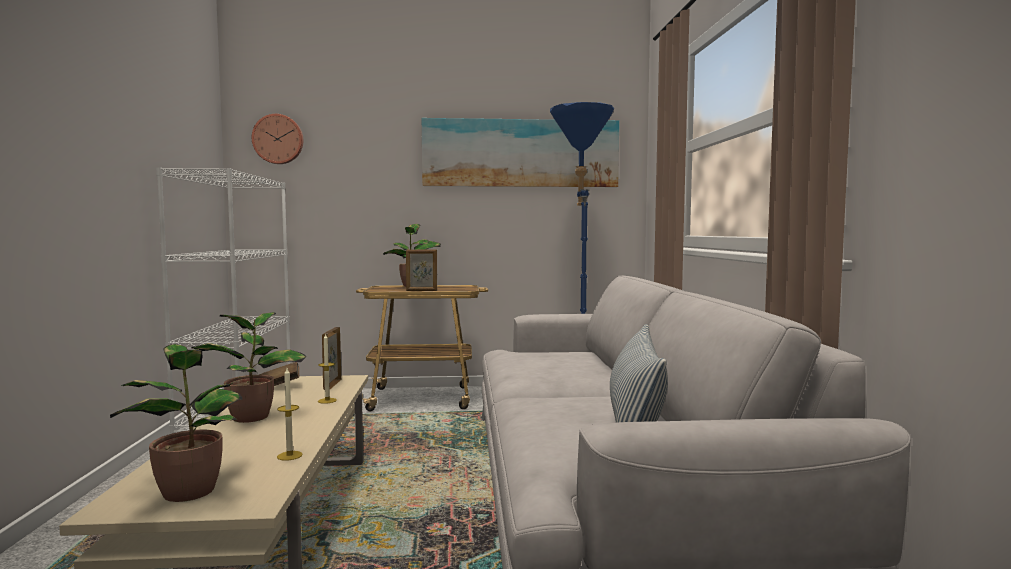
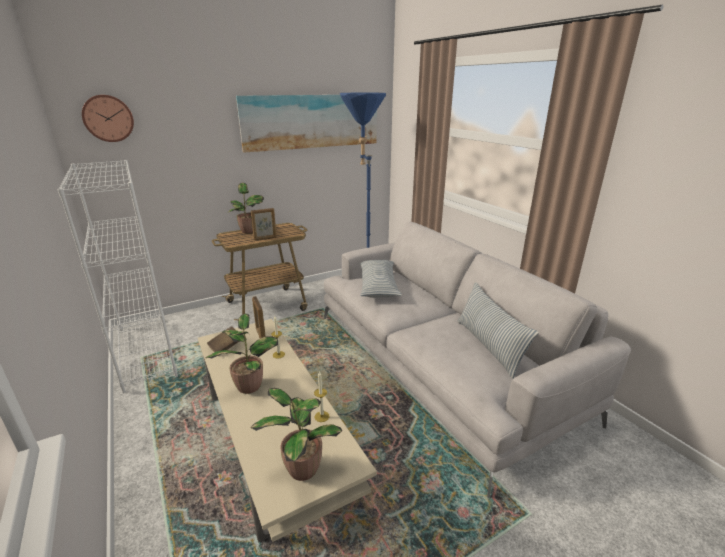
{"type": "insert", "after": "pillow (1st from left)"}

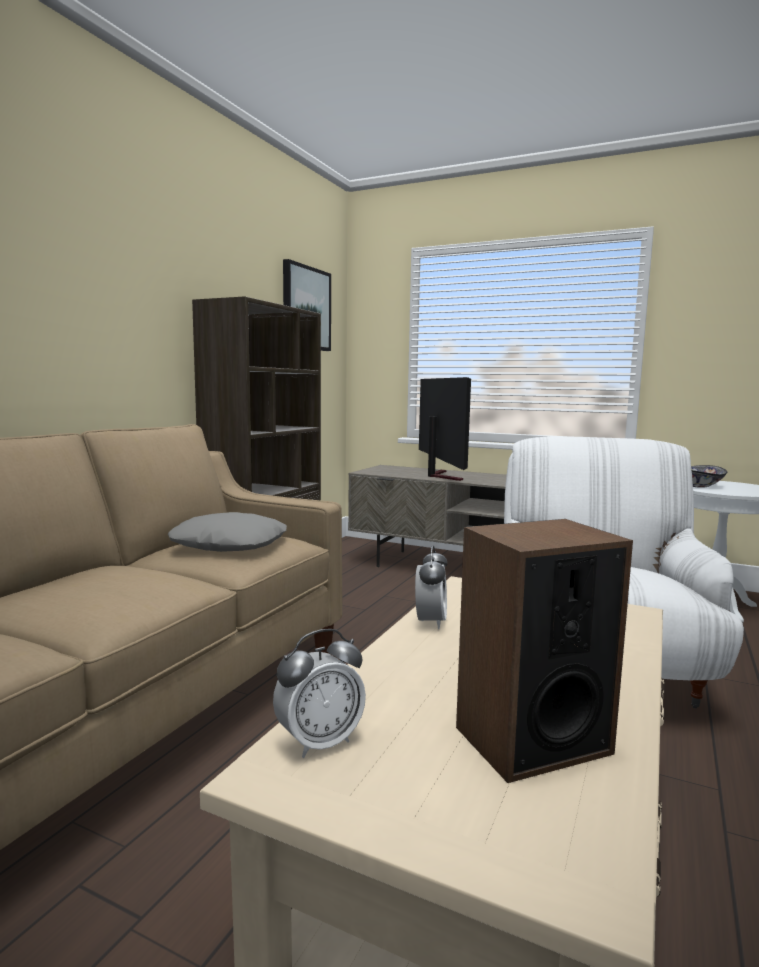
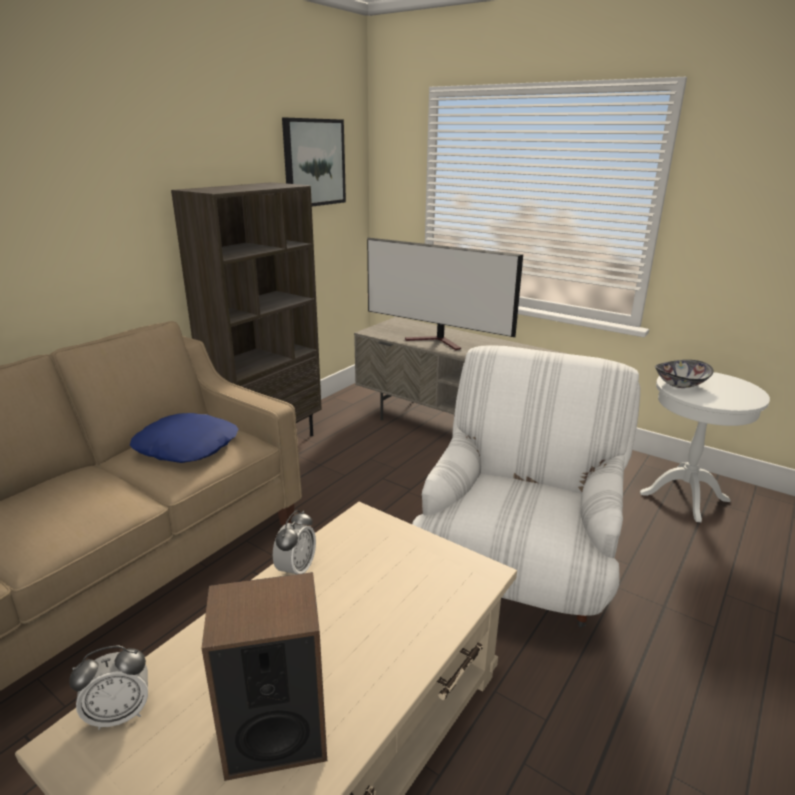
{"type": "rotate", "before": "television", "turn": 120}
{"type": "recolor", "before": "pillow (grey)", "after": "pillow (blue)"}

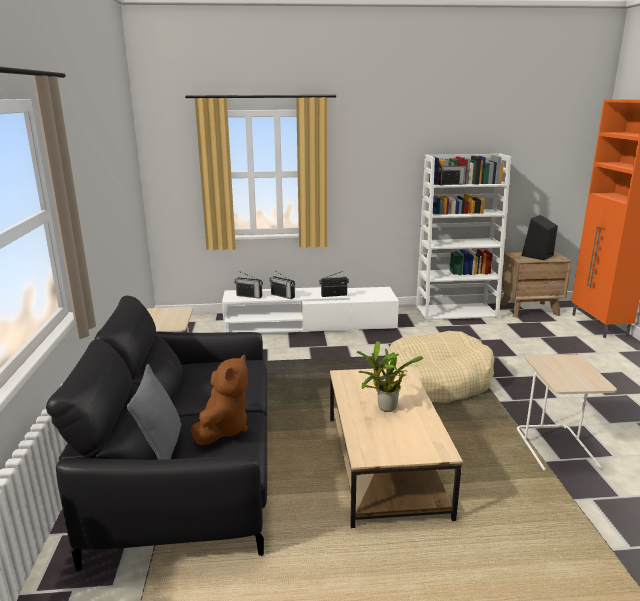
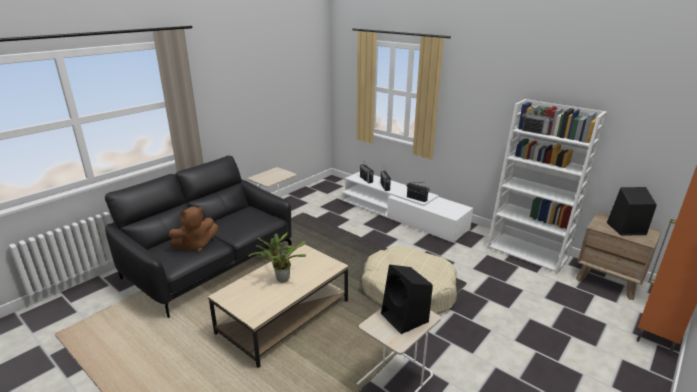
{"type": "delete", "before": "pillow (grey)"}
{"type": "insert", "after": "speaker (black) (1st from left)"}

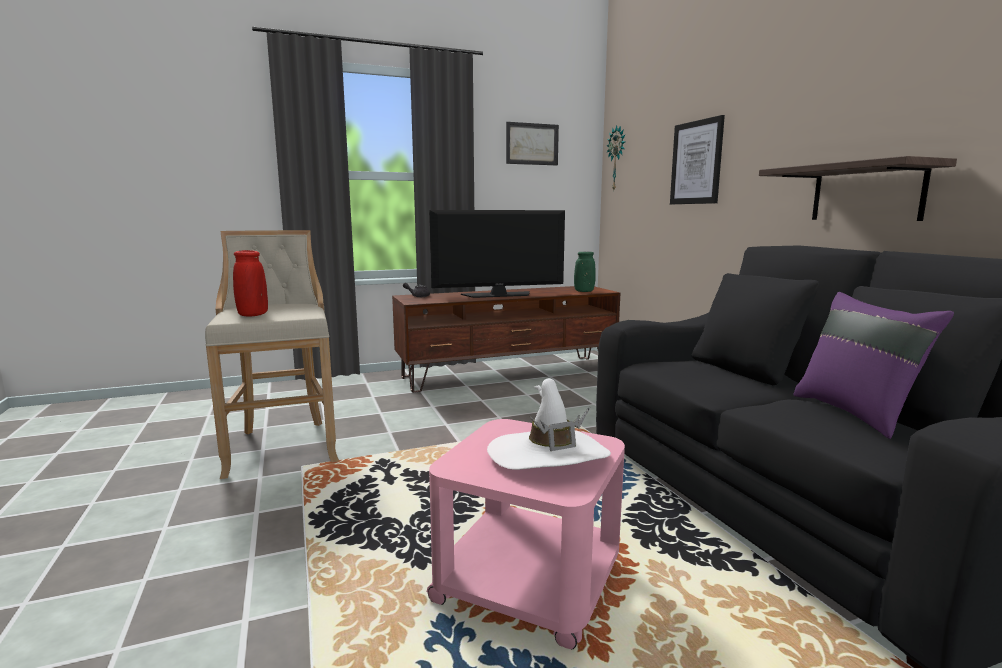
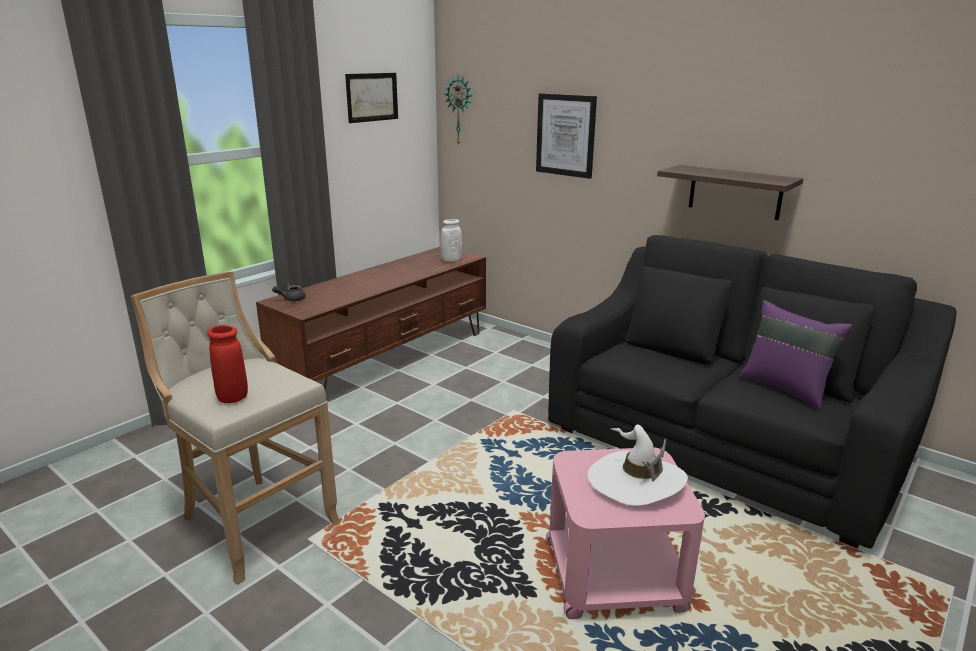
{"type": "delete", "before": "television"}
{"type": "recolor", "before": "vase (green)", "after": "vase (white)"}

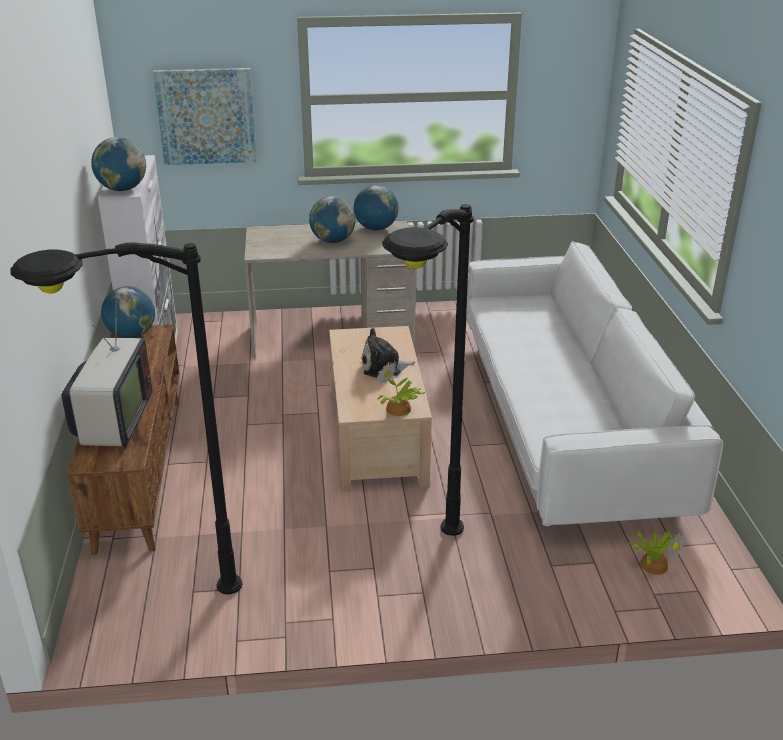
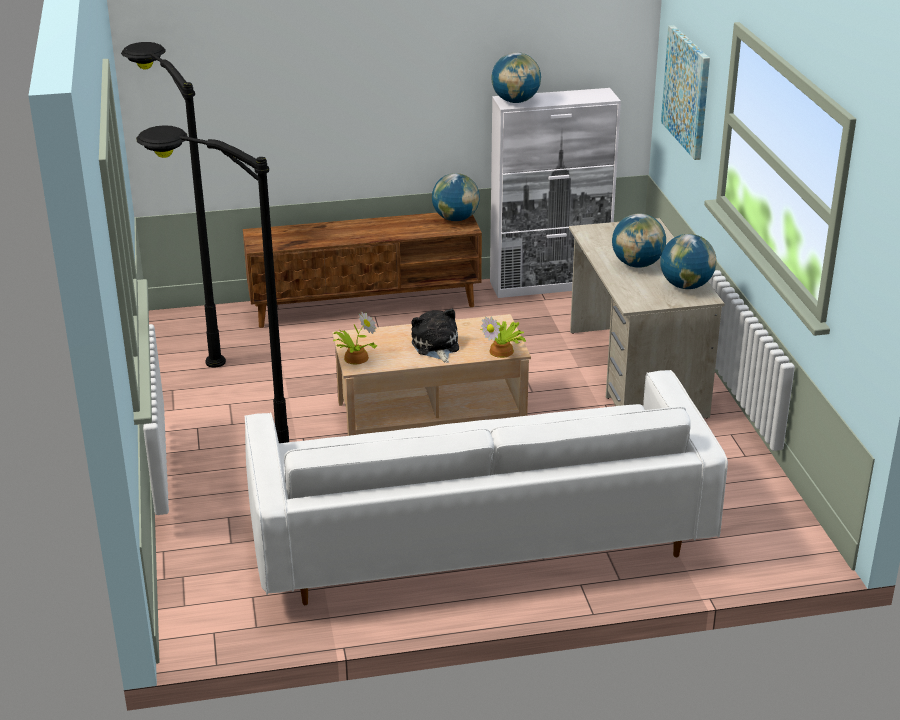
{"type": "delete", "before": "television"}
{"type": "move", "before": "potted plant (2nd from left)"}

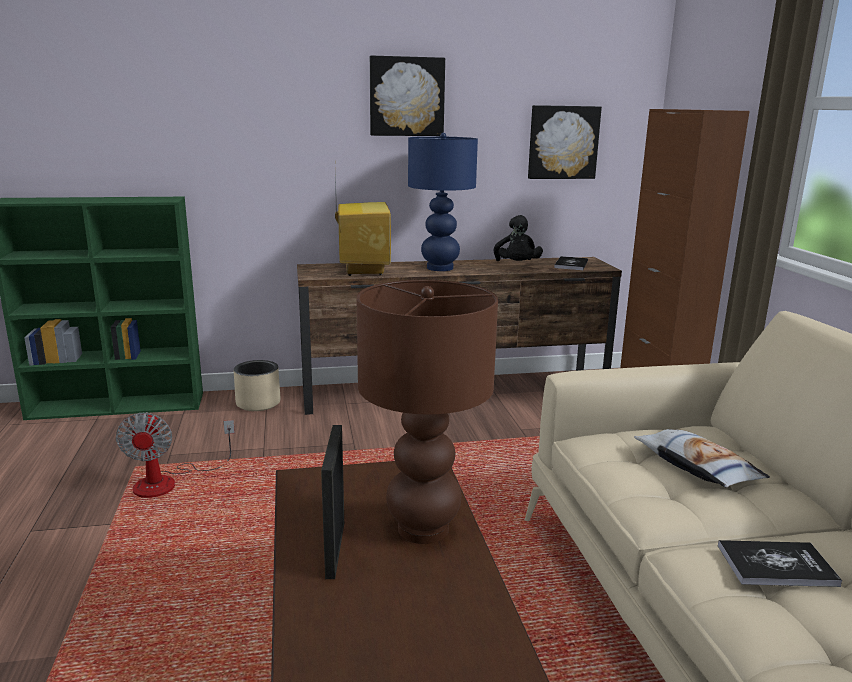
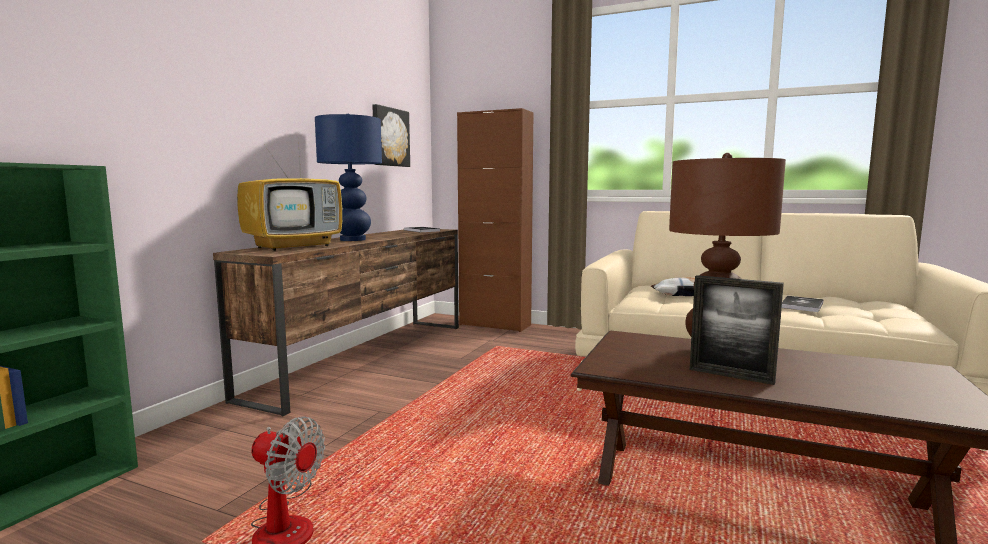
{"type": "delete", "before": "picture (1st from left)"}
{"type": "rotate", "before": "television", "turn": 105}
{"type": "delete", "before": "plush toy (black)"}
{"type": "delete", "before": "planter (beige)"}

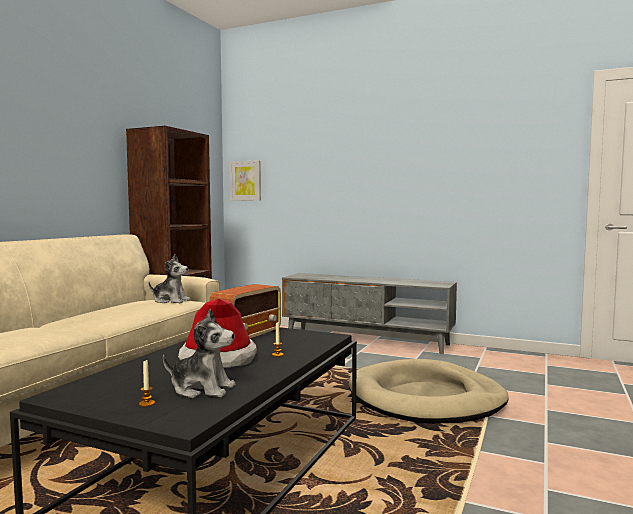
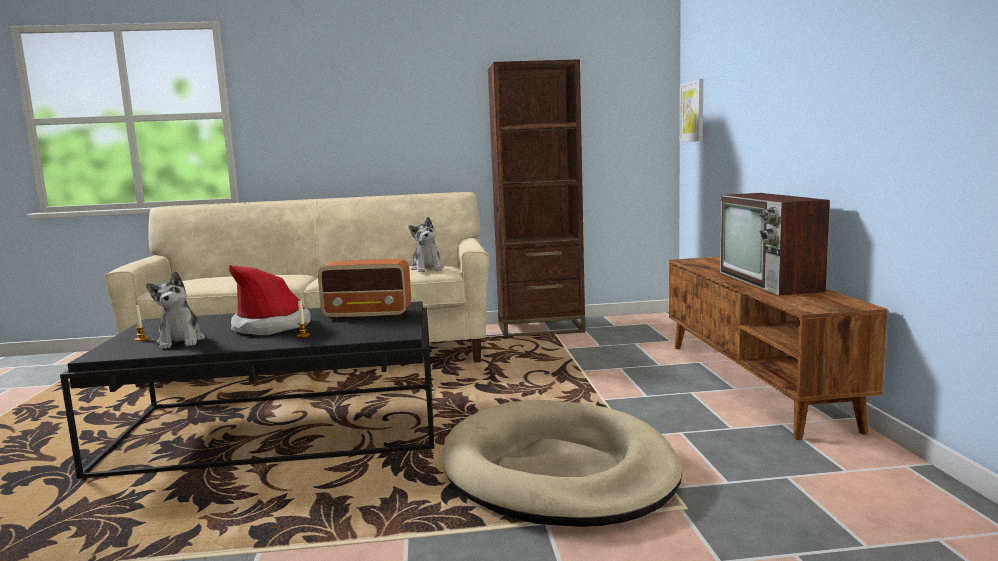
{"type": "recolor", "before": "tv stand (grey)", "after": "tv stand (brown)"}
{"type": "insert", "after": "television"}

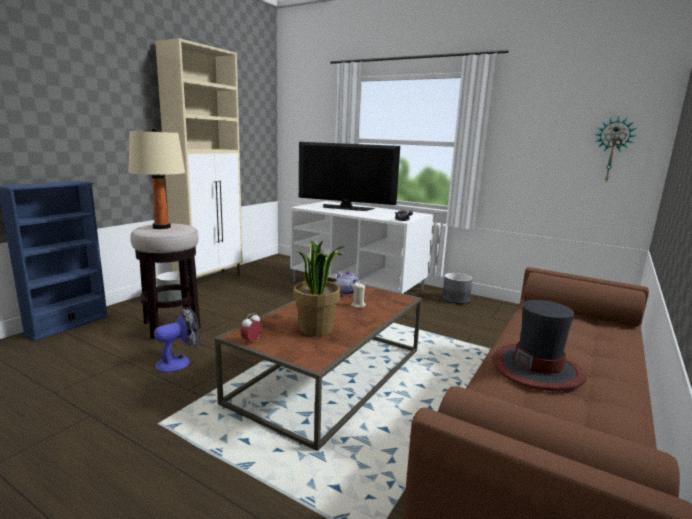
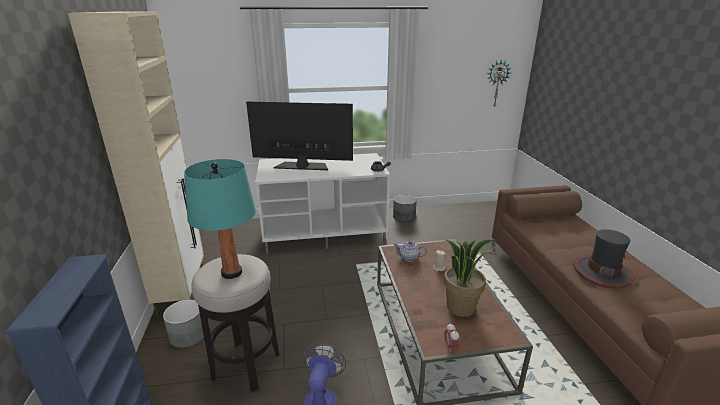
{"type": "recolor", "before": "table lamp (beige)", "after": "table lamp (turquoise)"}
{"type": "rotate", "before": "television", "turn": -150}

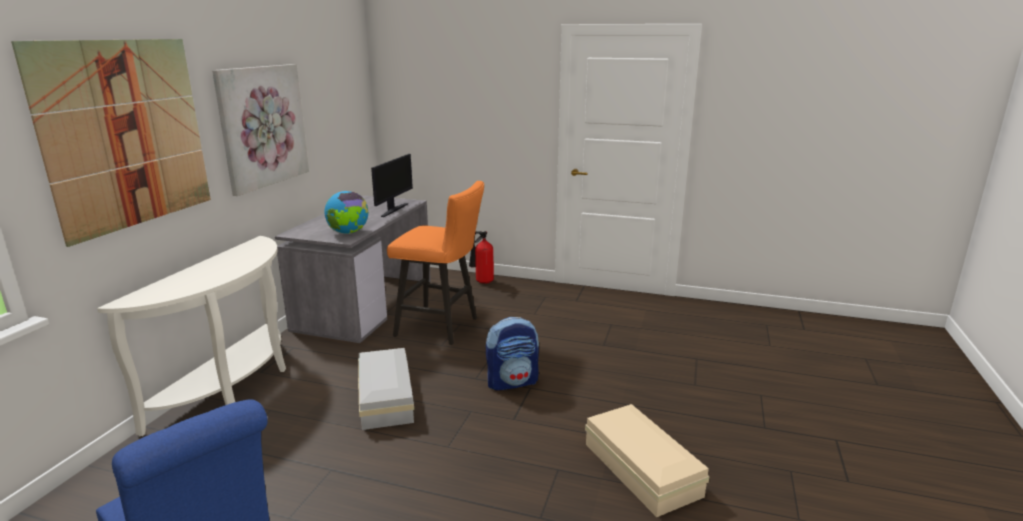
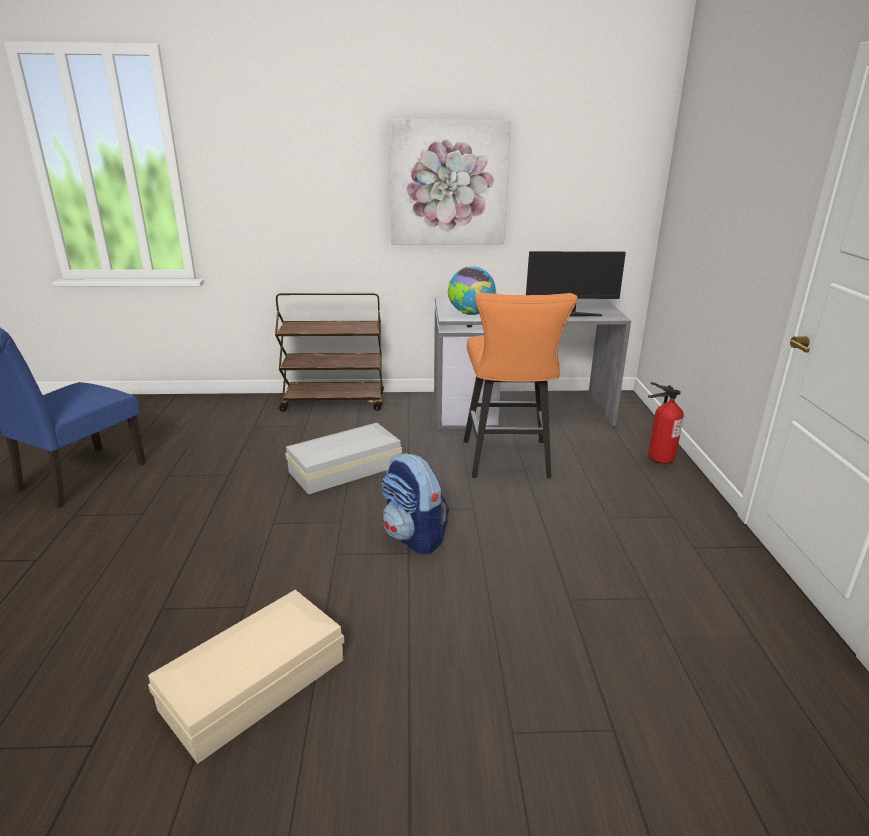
{"type": "delete", "before": "picture (1st from left)"}
{"type": "replace", "before": "console table (white)", "after": "cart (brown)"}

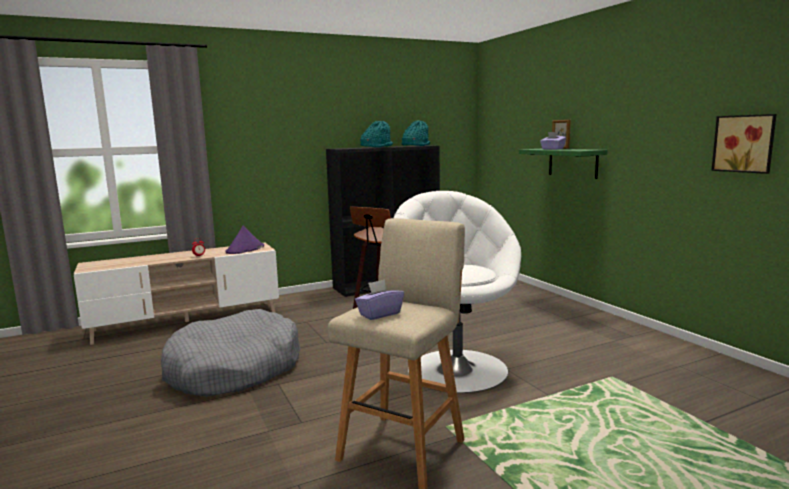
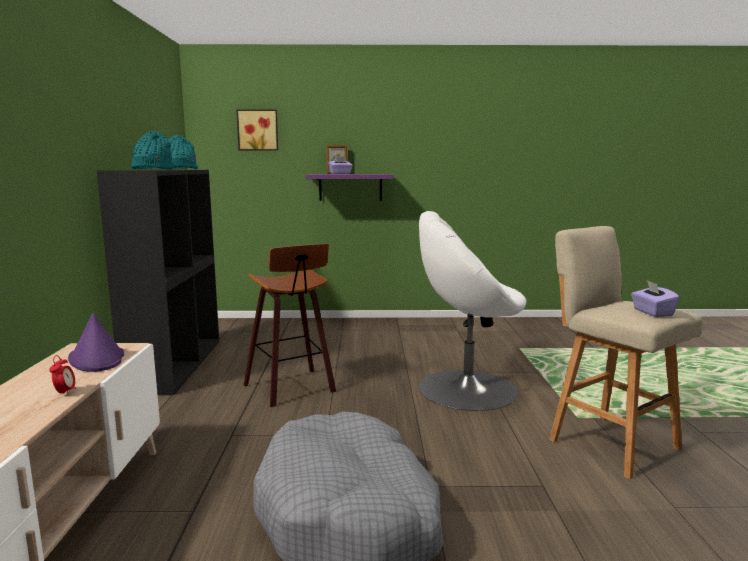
{"type": "move", "before": "picture"}
{"type": "recolor", "before": "shelf (green)", "after": "shelf (purple)"}

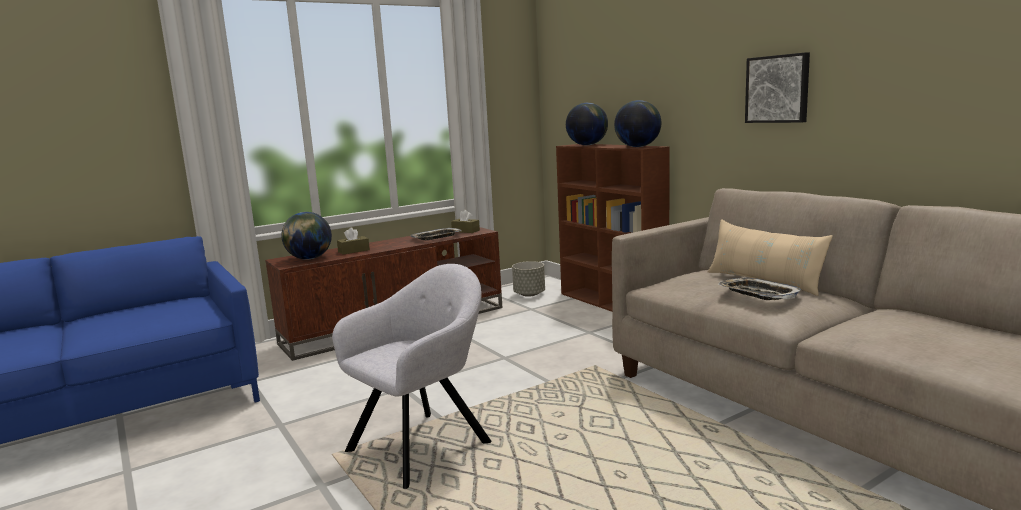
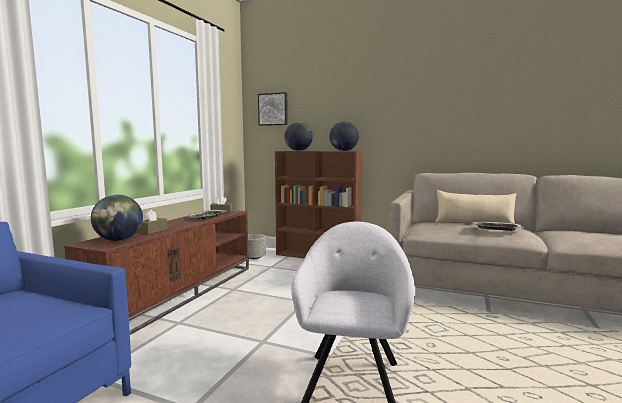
{"type": "move", "before": "picture"}

